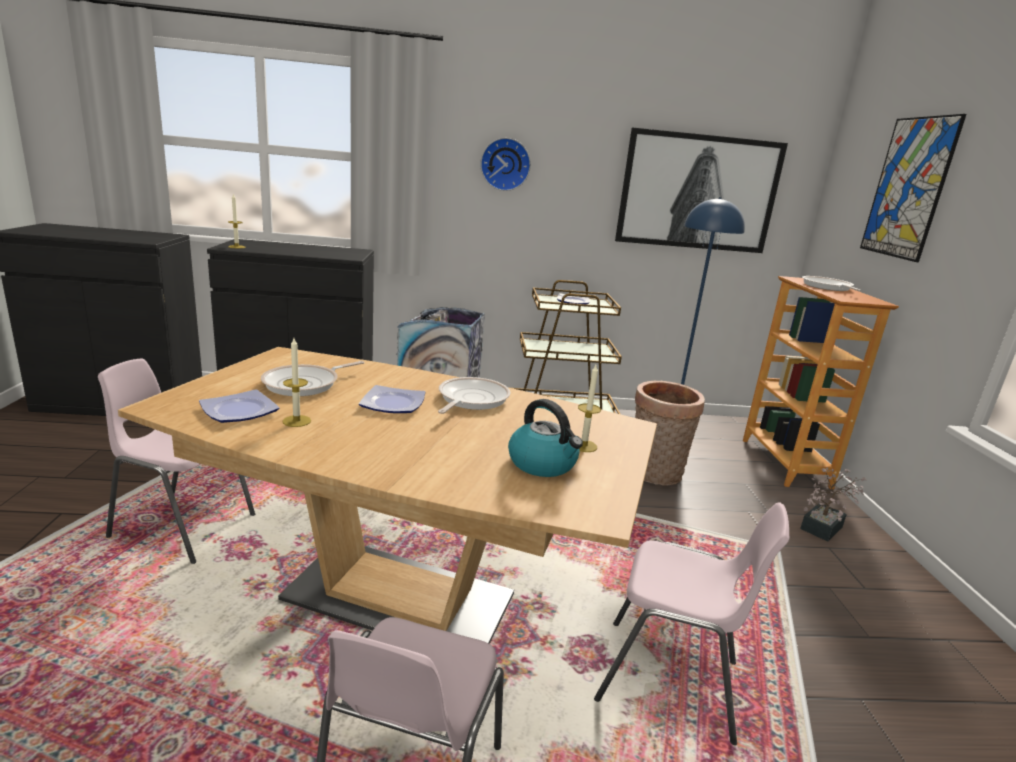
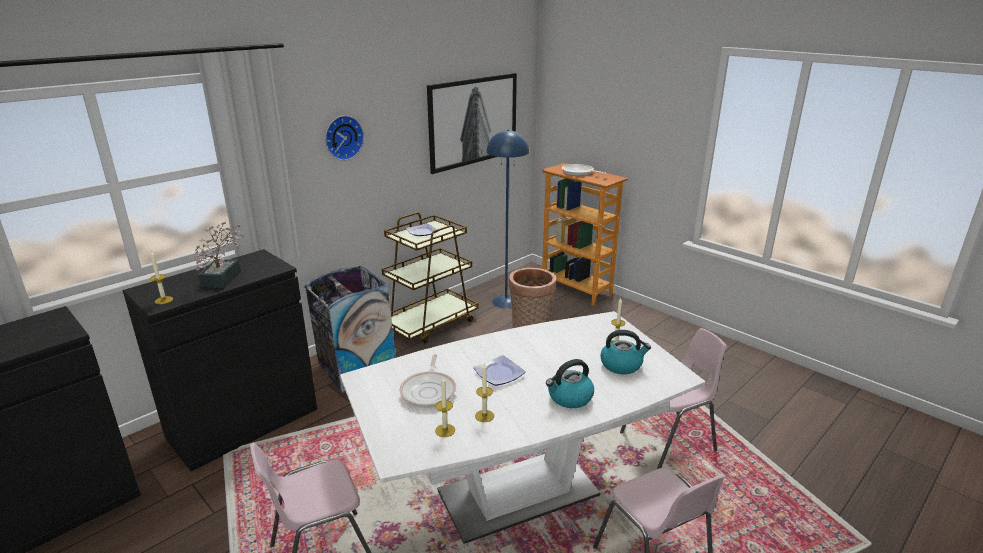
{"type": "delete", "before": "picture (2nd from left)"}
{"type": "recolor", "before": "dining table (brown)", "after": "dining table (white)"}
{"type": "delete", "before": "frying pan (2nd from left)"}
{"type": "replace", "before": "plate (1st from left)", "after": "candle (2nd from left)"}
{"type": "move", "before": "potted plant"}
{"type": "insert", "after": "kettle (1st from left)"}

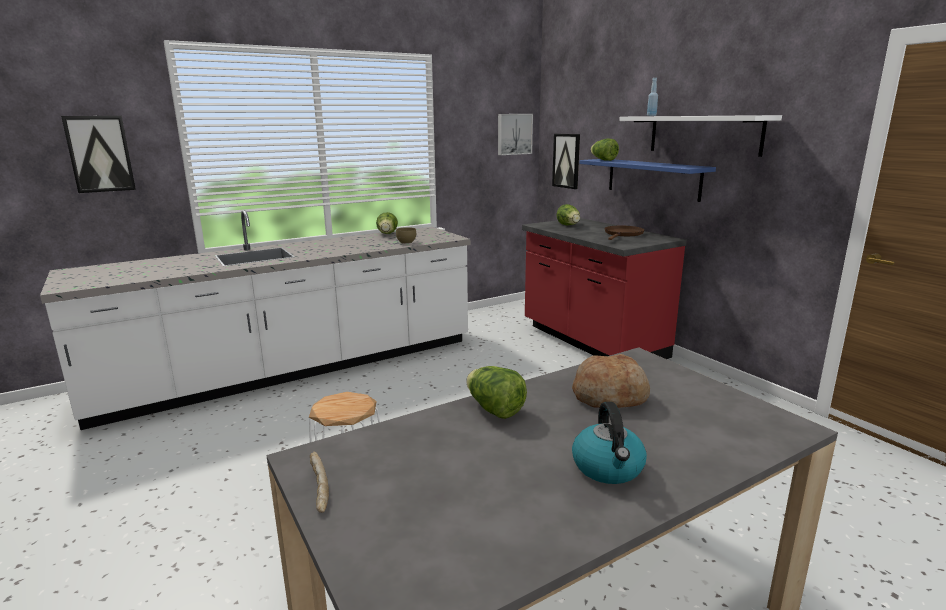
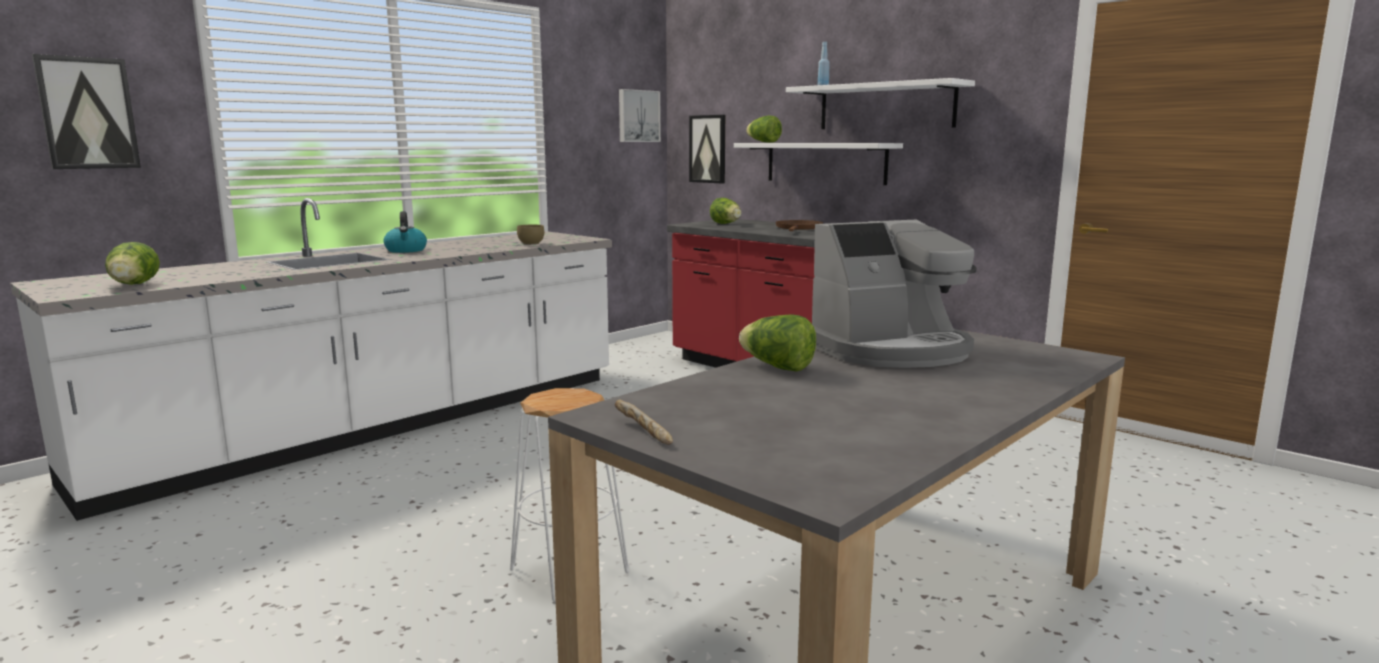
{"type": "recolor", "before": "shelf (blue)", "after": "shelf (white) (1st from left)"}
{"type": "move", "before": "lettuce (1st from left)"}
{"type": "replace", "before": "bread (2nd from left)", "after": "coffee machine"}
{"type": "move", "before": "kettle"}

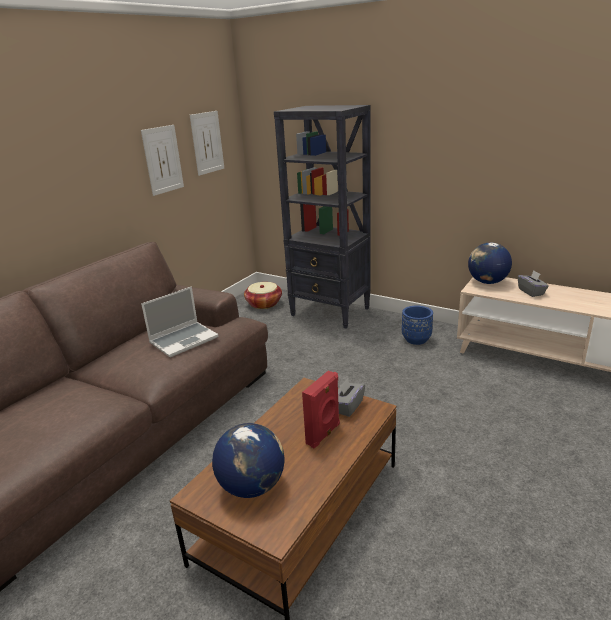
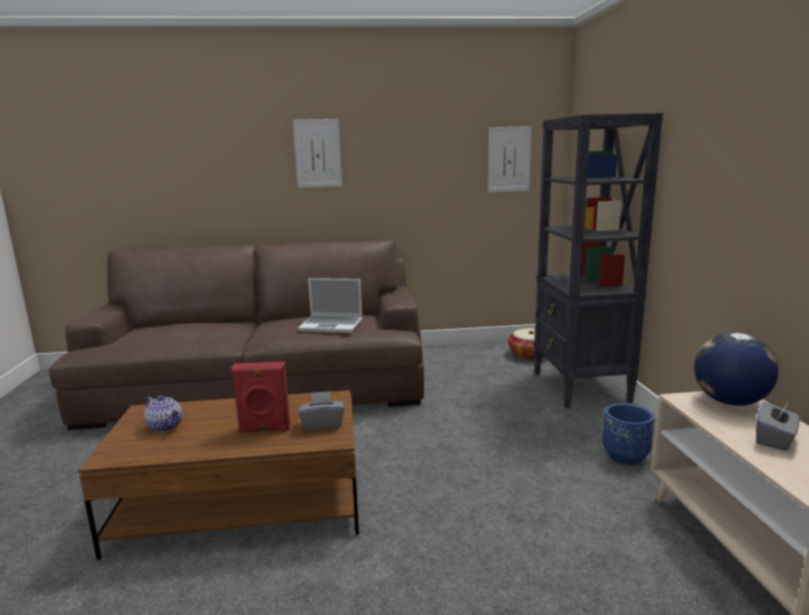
{"type": "move", "before": "picture (1st from left)"}
{"type": "replace", "before": "globe (1st from left)", "after": "teapot"}

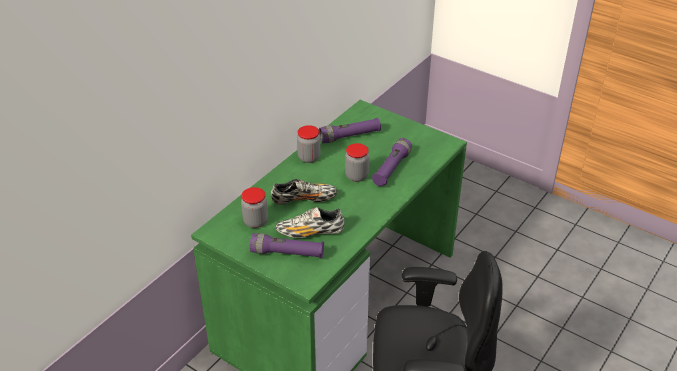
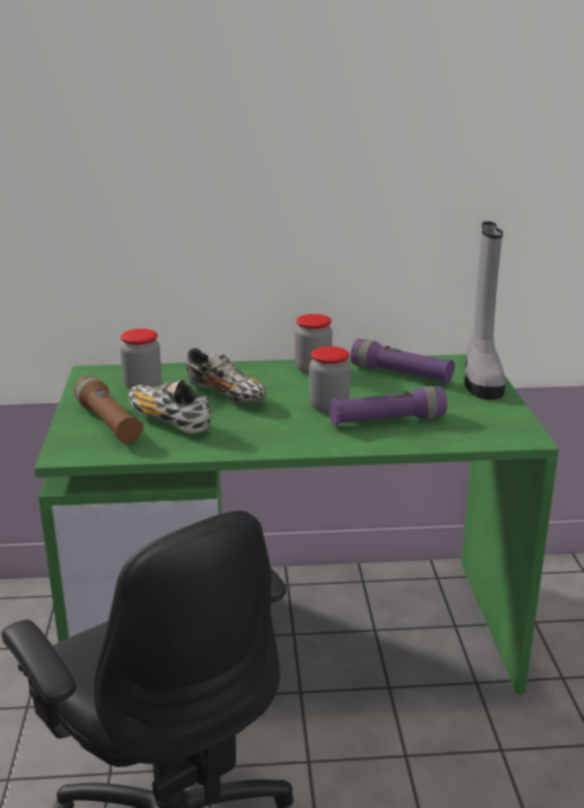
{"type": "recolor", "before": "flashlight (purple) (1st from left)", "after": "flashlight (brown)"}
{"type": "insert", "after": "boot (grey)"}

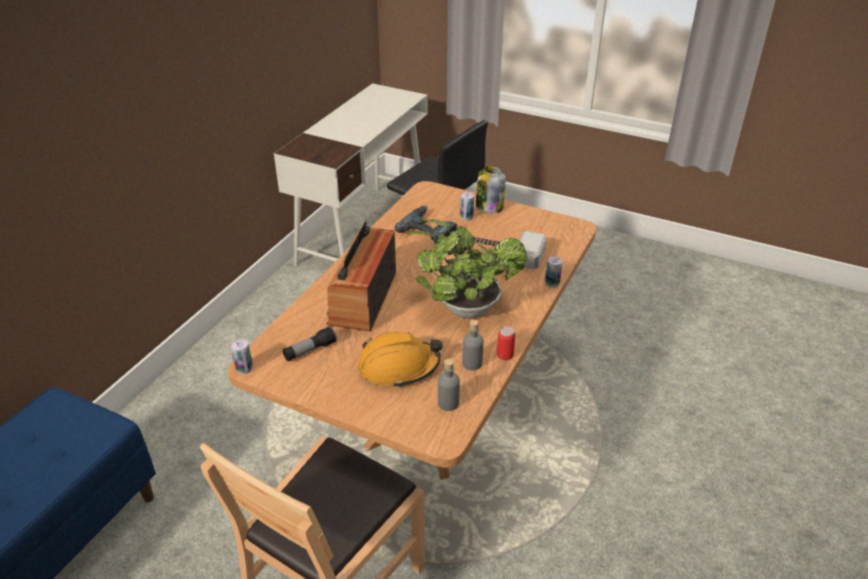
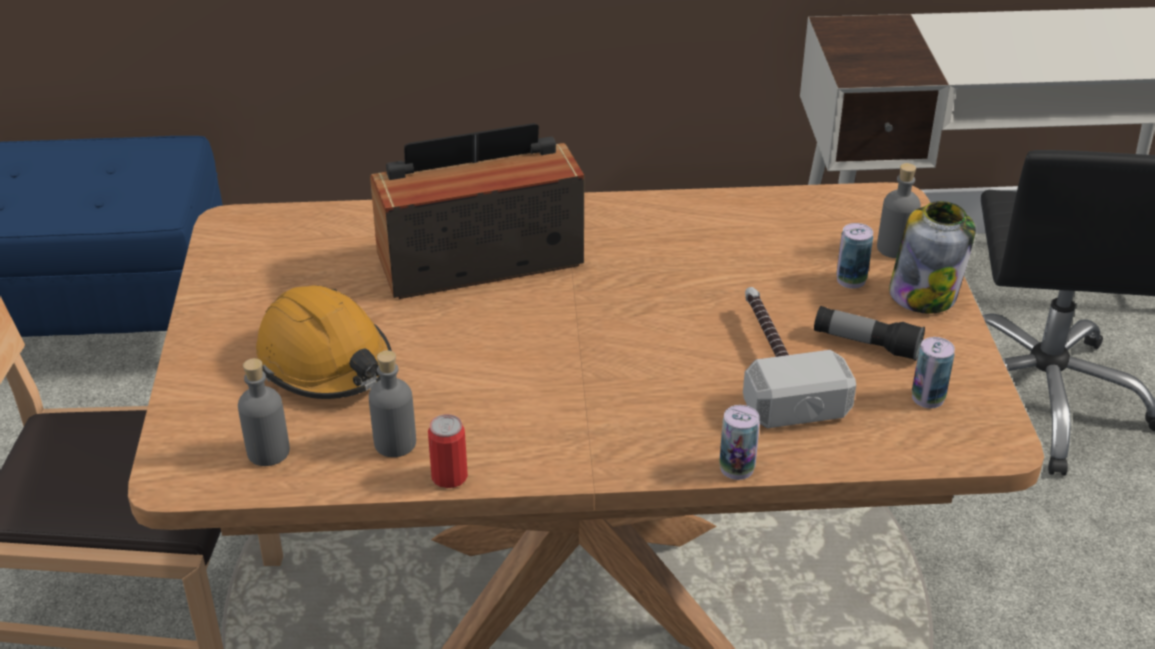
{"type": "delete", "before": "power drill"}
{"type": "delete", "before": "potted plant"}
{"type": "move", "before": "flashlight"}
{"type": "move", "before": "can (1st from left in the first image)", "after": "can (4th from left)"}
{"type": "insert", "after": "bottle (grey) (3rd from left)"}

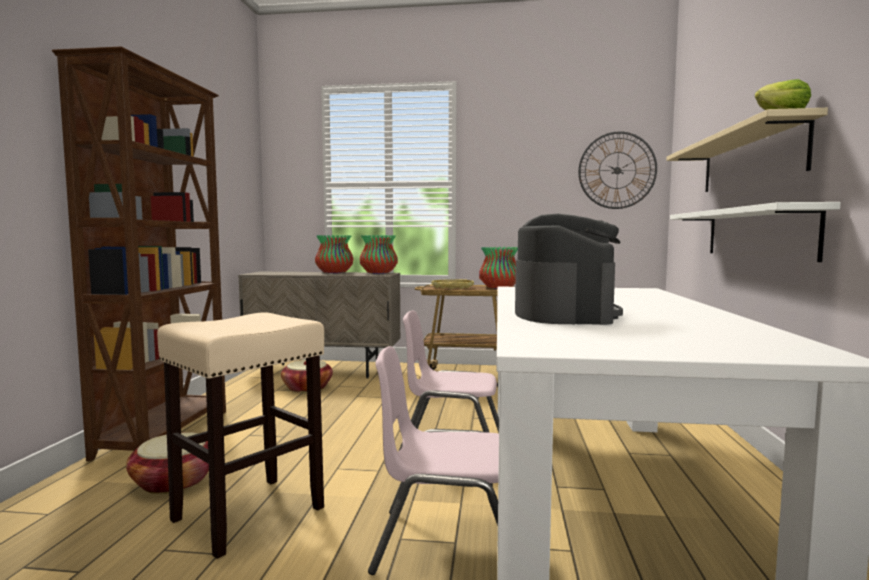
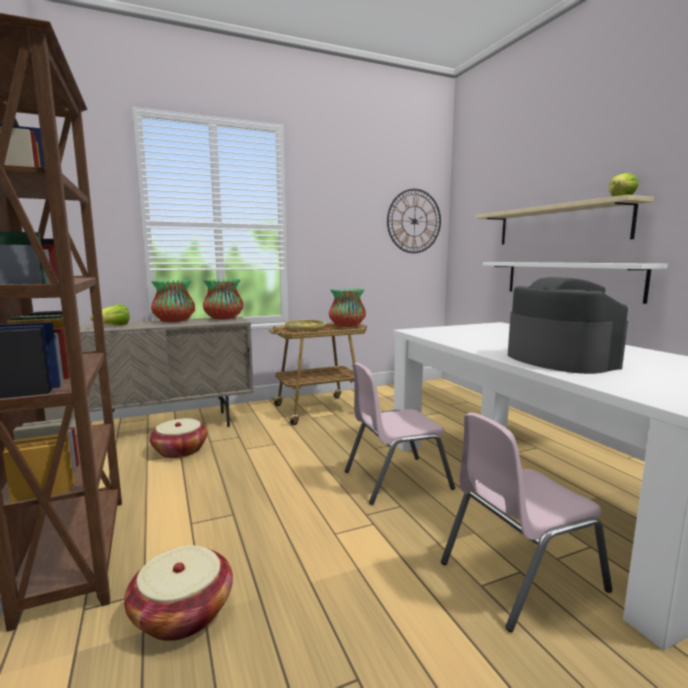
{"type": "delete", "before": "stool (beige)"}
{"type": "insert", "after": "lettuce (1st from left)"}

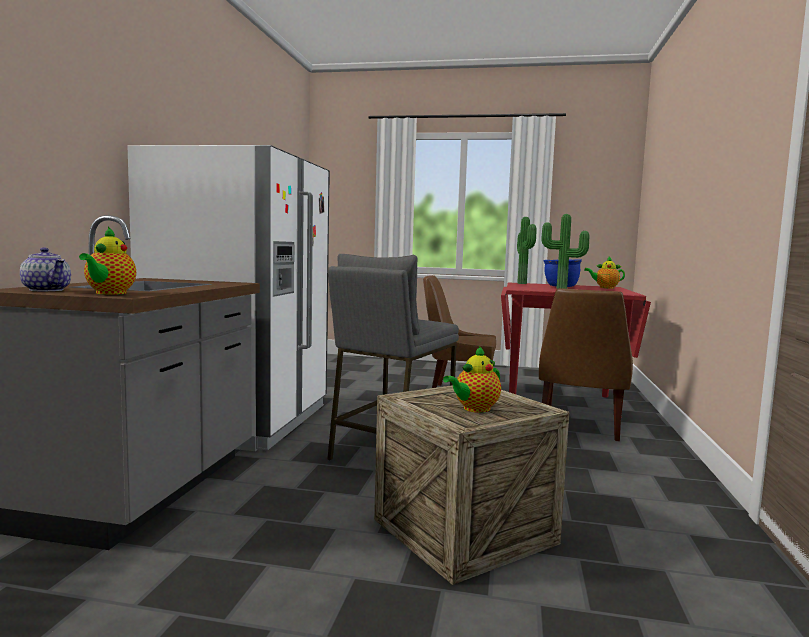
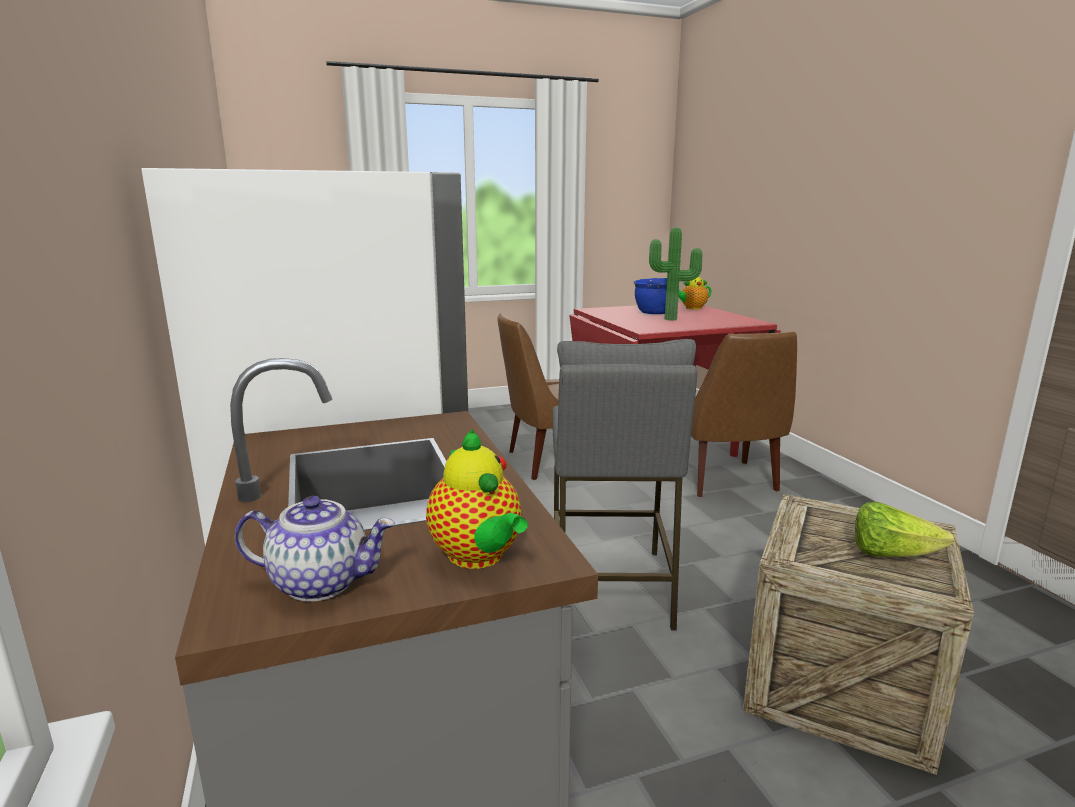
{"type": "delete", "before": "potted plant (1st from left)"}
{"type": "replace", "before": "teapot (3rd from left)", "after": "lettuce"}

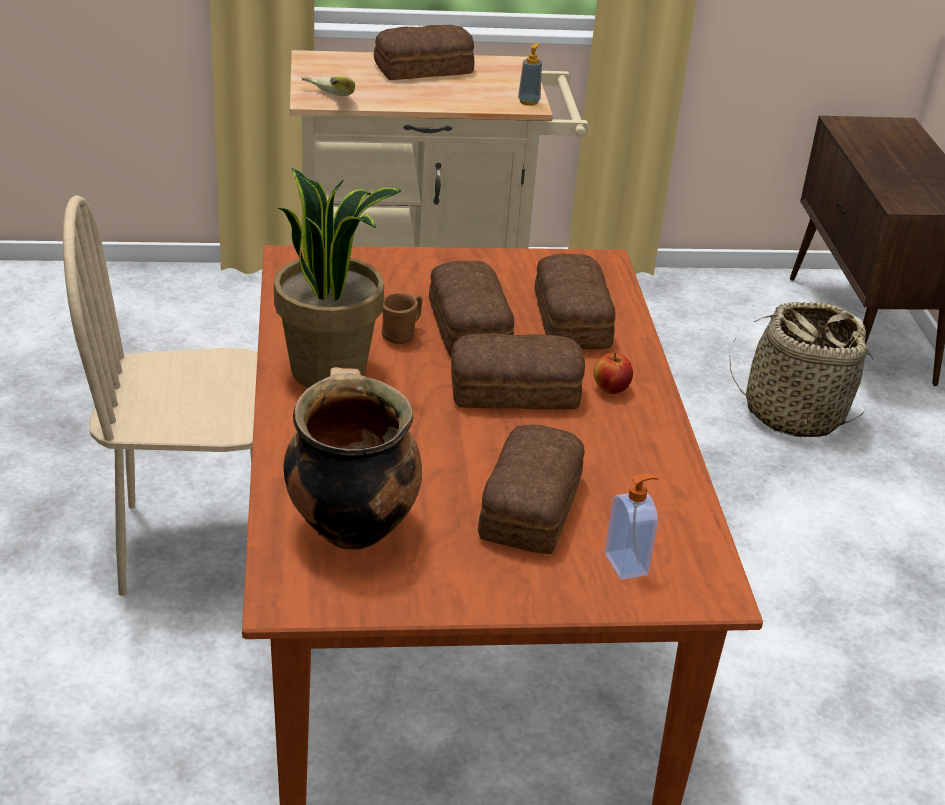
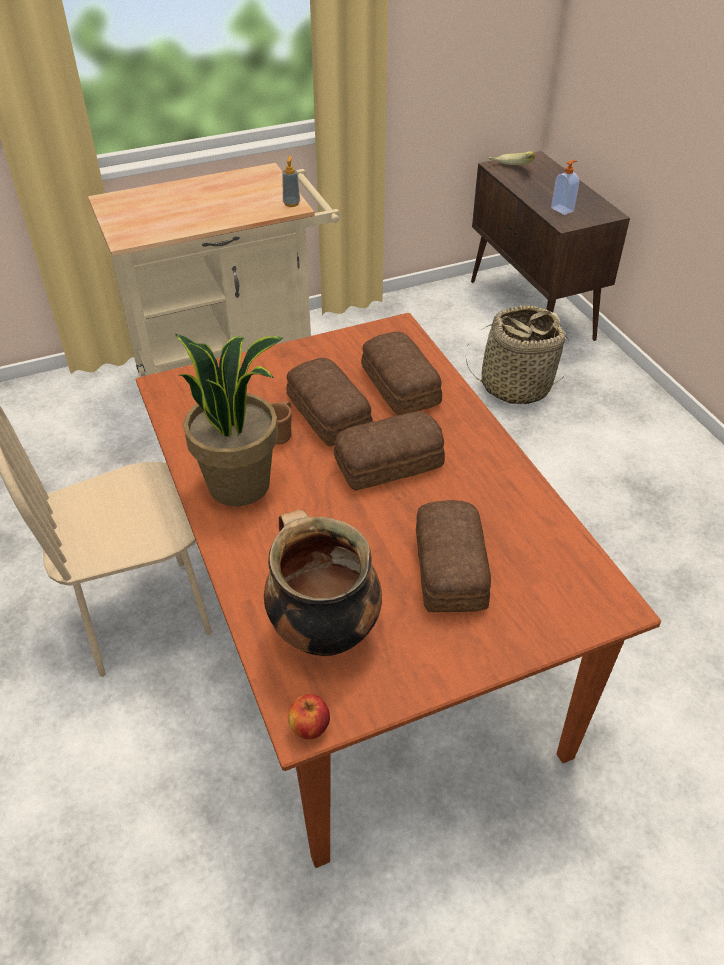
{"type": "delete", "before": "bread (1st from left)"}
{"type": "move", "before": "banana"}
{"type": "move", "before": "apple"}
{"type": "move", "before": "soap dispenser (2nd from left)"}

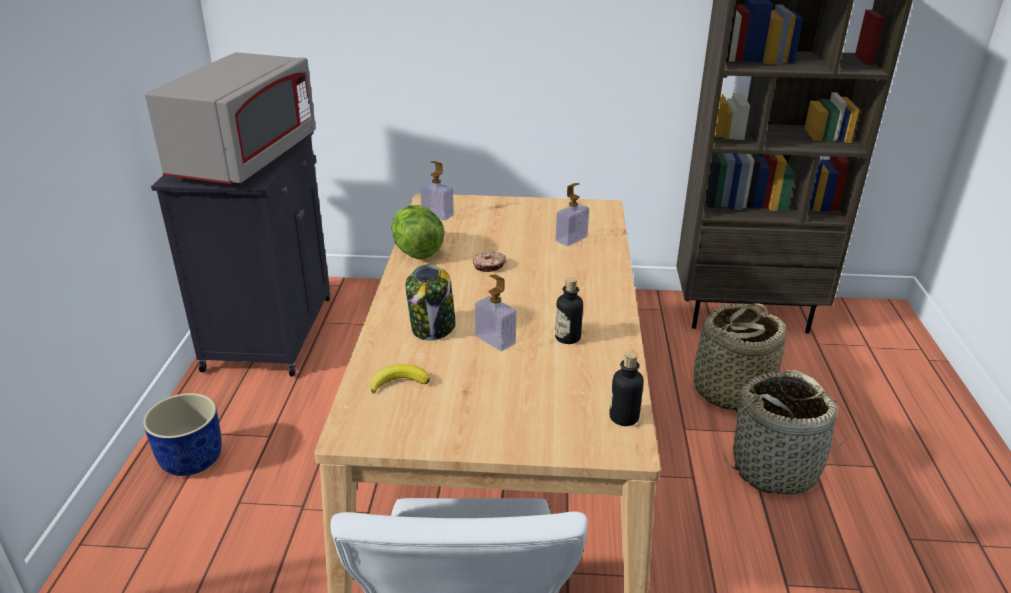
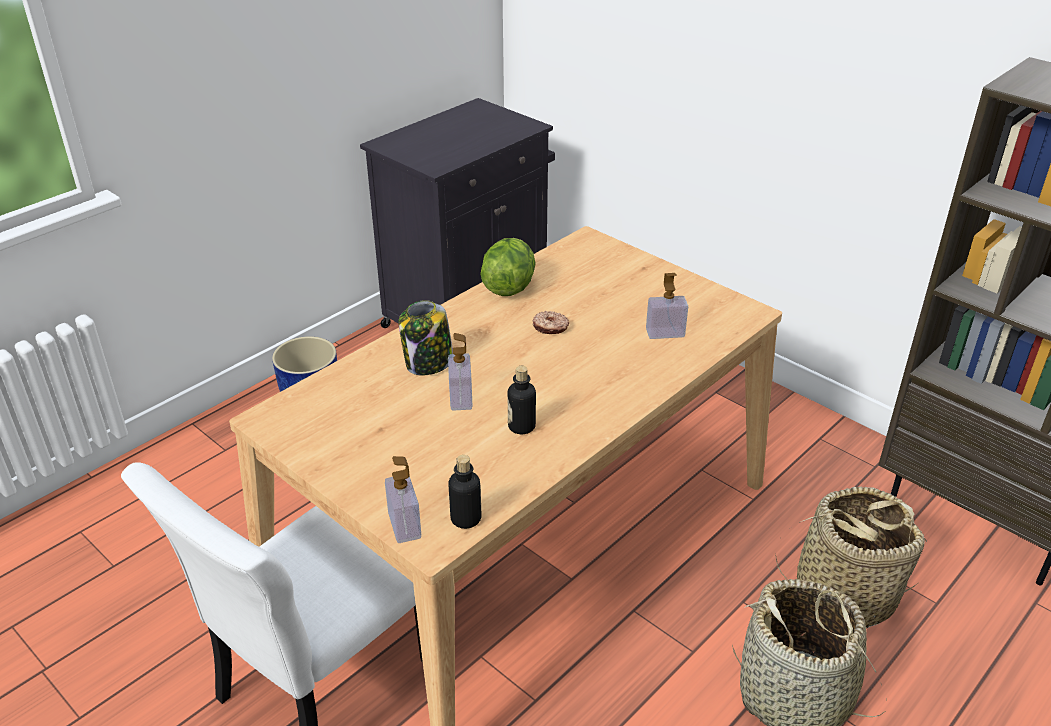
{"type": "delete", "before": "microwave (grey)"}
{"type": "move", "before": "soap dispenser (1st from left)"}
{"type": "delete", "before": "banana"}

